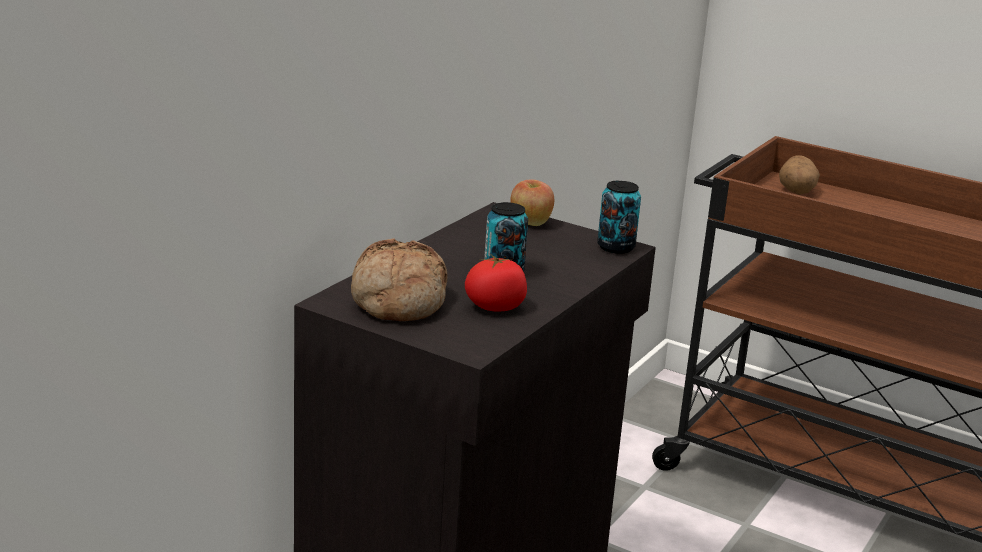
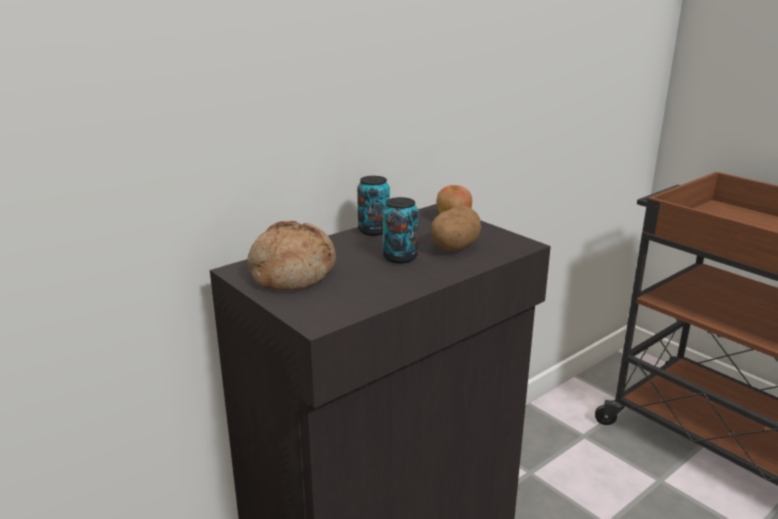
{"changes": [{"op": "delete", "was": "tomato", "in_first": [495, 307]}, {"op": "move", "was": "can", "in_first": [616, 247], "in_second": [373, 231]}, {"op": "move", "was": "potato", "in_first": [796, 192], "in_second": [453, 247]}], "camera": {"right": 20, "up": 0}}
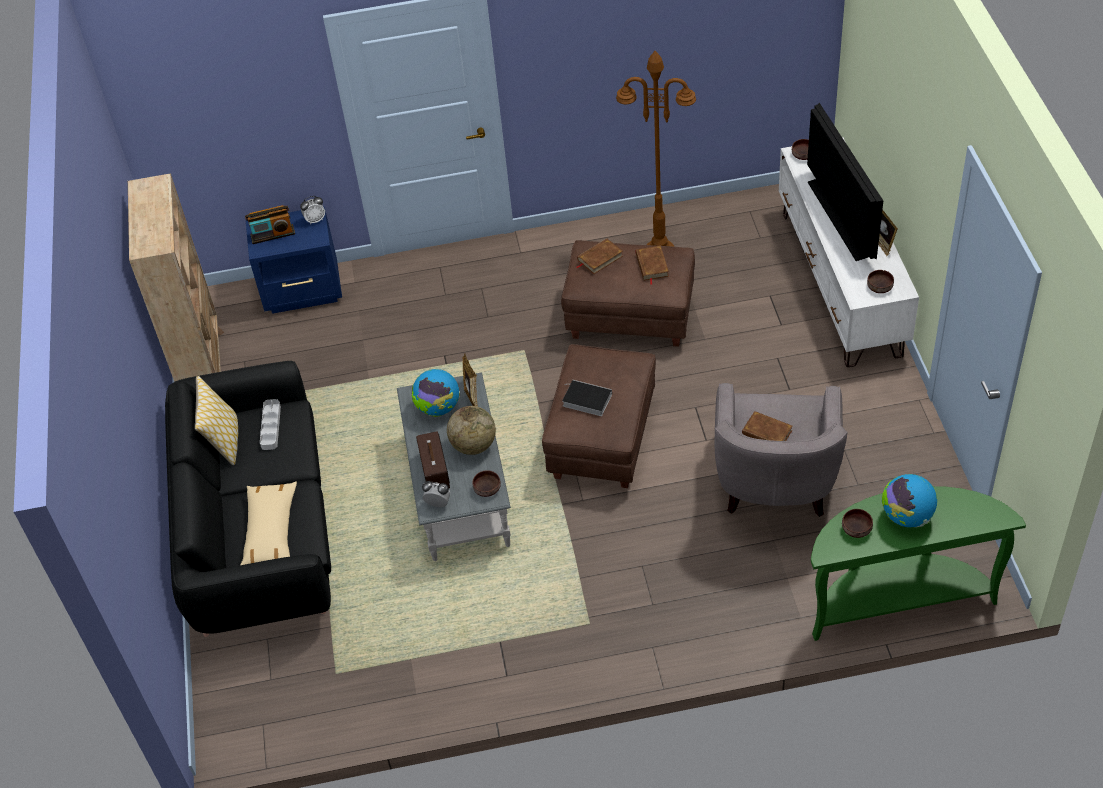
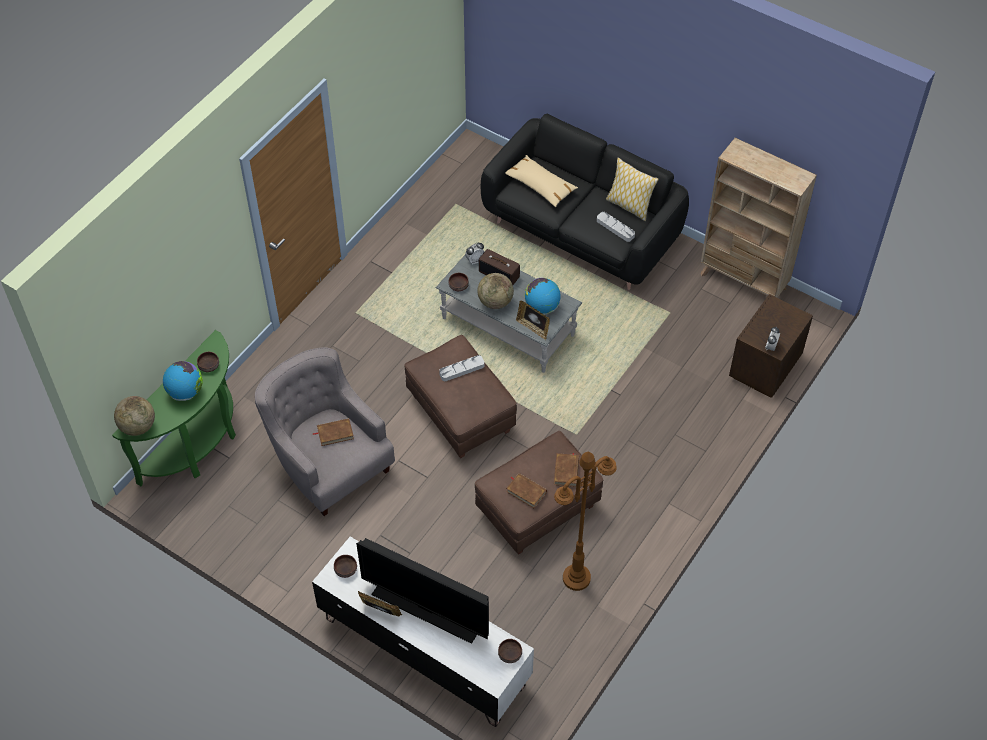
{"changes": [{"op": "delete", "was": "radio", "in_first": [273, 235]}, {"op": "insert", "now": "world globe", "in_second": [138, 426]}, {"op": "replace", "was": "volume", "now": "gray serving tray", "in_first": [585, 400], "in_second": [462, 370]}, {"op": "recolor", "was": "blue-coloured night table", "now": "brown night table", "in_first": [304, 291], "in_second": [763, 369]}], "camera": {"right": 130, "up": 5}}
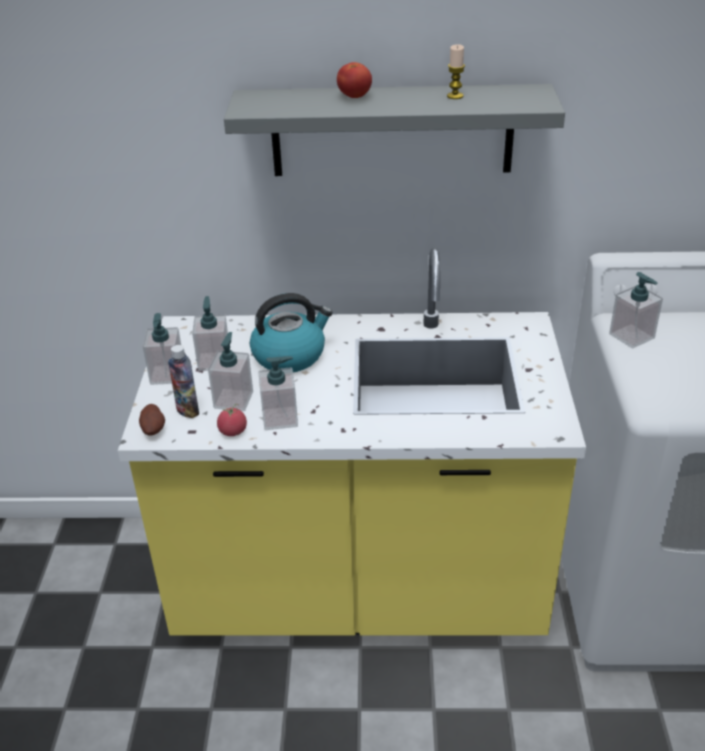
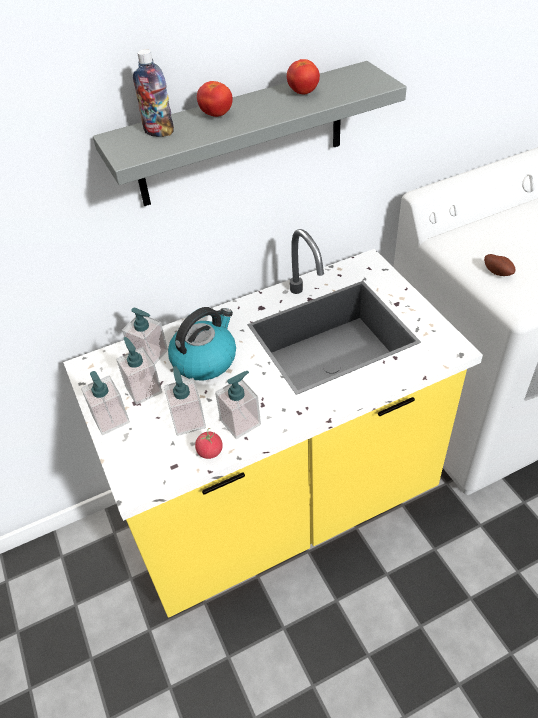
{"changes": [{"op": "move", "was": "potato", "in_first": [154, 429], "in_second": [498, 272]}, {"op": "move", "was": "bottle", "in_first": [187, 410], "in_second": [159, 132]}, {"op": "move", "was": "liquid soap bottle", "in_first": [632, 336], "in_second": [149, 354]}, {"op": "replace", "was": "wax light", "now": "tomato", "in_first": [455, 96], "in_second": [303, 92]}], "camera": {"right": -25, "up": 10}}
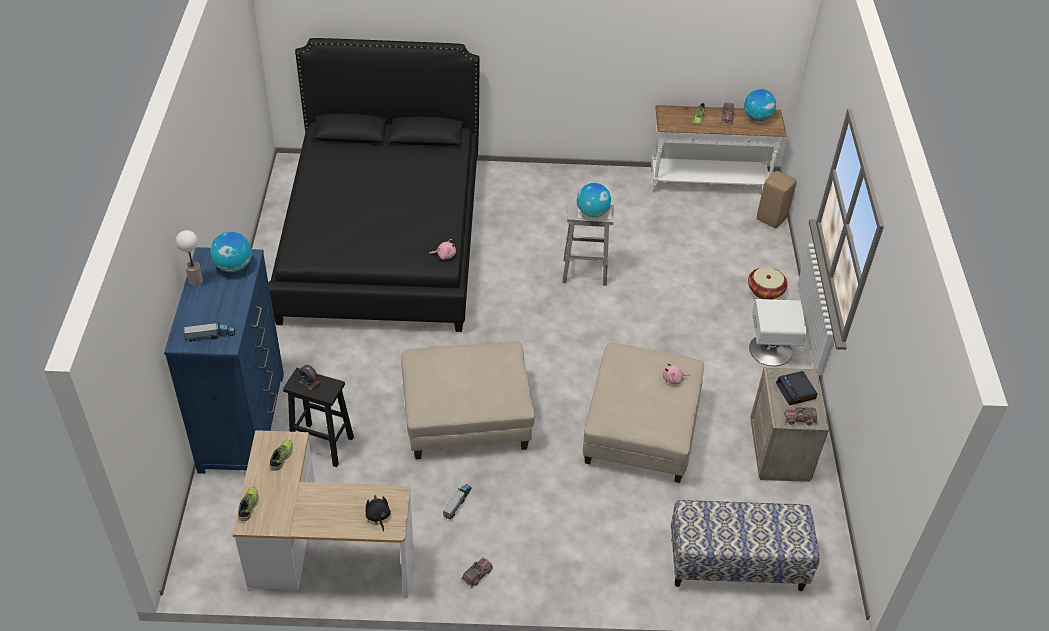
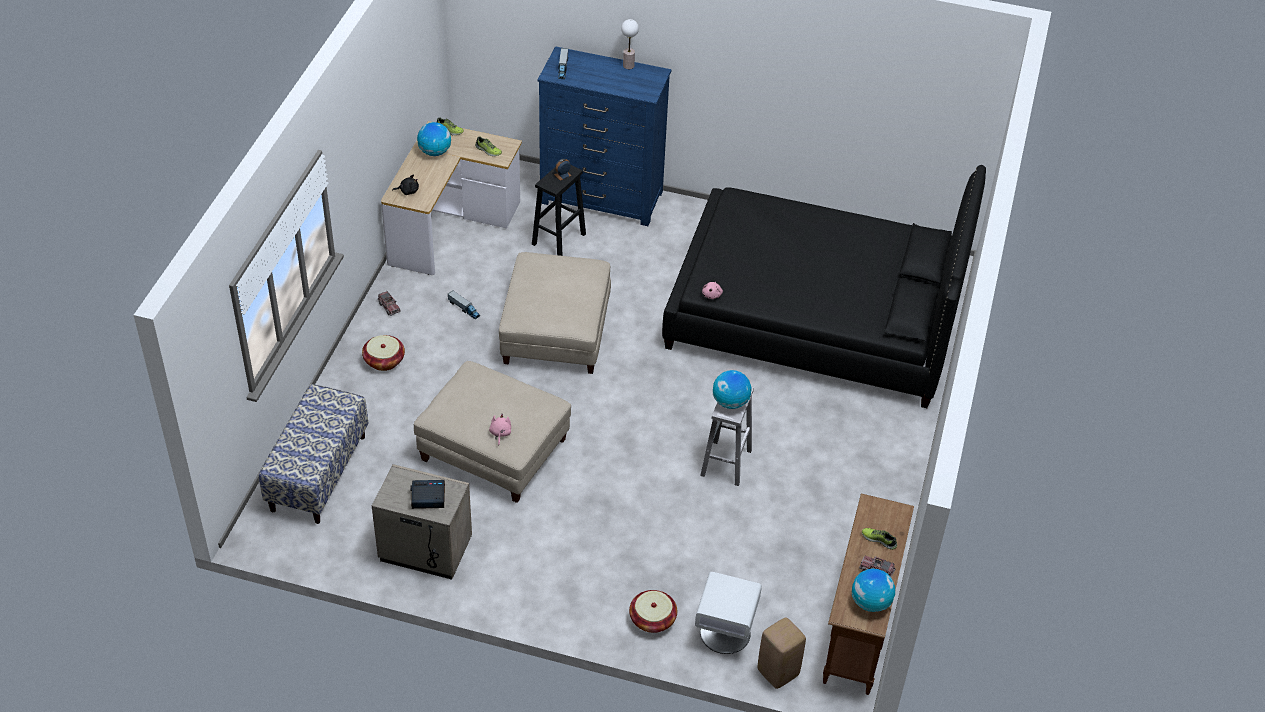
{"changes": [{"op": "delete", "was": "model truck", "in_first": [799, 419]}, {"op": "insert", "now": "household basket", "in_second": [384, 360]}, {"op": "move", "was": "world globe", "in_first": [233, 266], "in_second": [434, 152]}, {"op": "move", "was": "white night table", "in_first": [771, 350], "in_second": [724, 633]}, {"op": "recolor", "was": "white narrow table", "now": "brown narrow table", "in_first": [708, 184], "in_second": [858, 626]}], "camera": {"right": 105, "up": 0}}
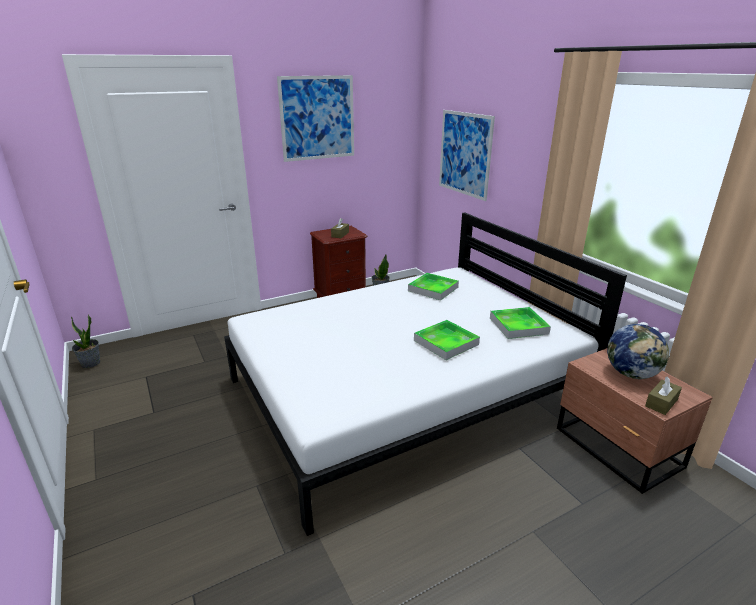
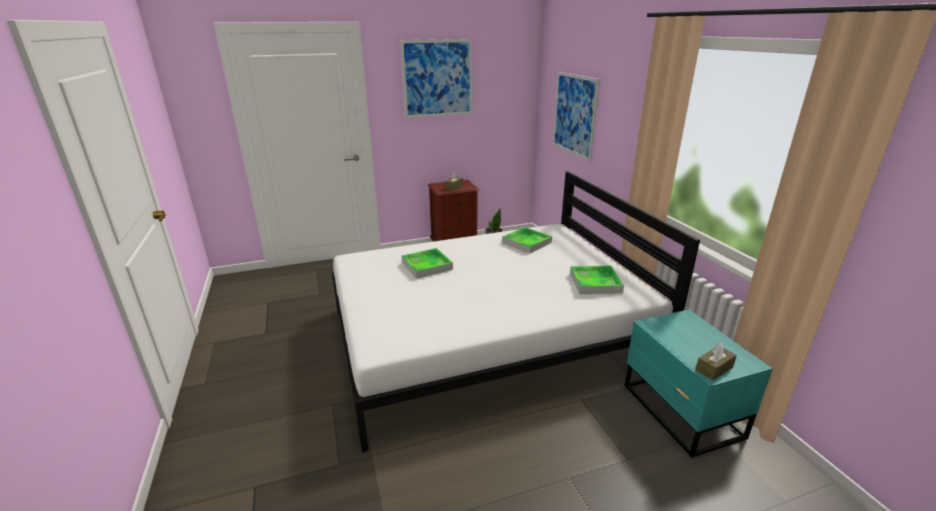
{"changes": [{"op": "delete", "was": "potted plant", "in_first": [91, 363]}, {"op": "delete", "was": "world globe", "in_first": [631, 374]}, {"op": "move", "was": "serving tray", "in_first": [446, 342], "in_second": [427, 265]}, {"op": "recolor", "was": "brown night table", "now": "turquoise night table", "in_first": [618, 449], "in_second": [681, 412]}], "camera": {"right": 10, "up": 0}}
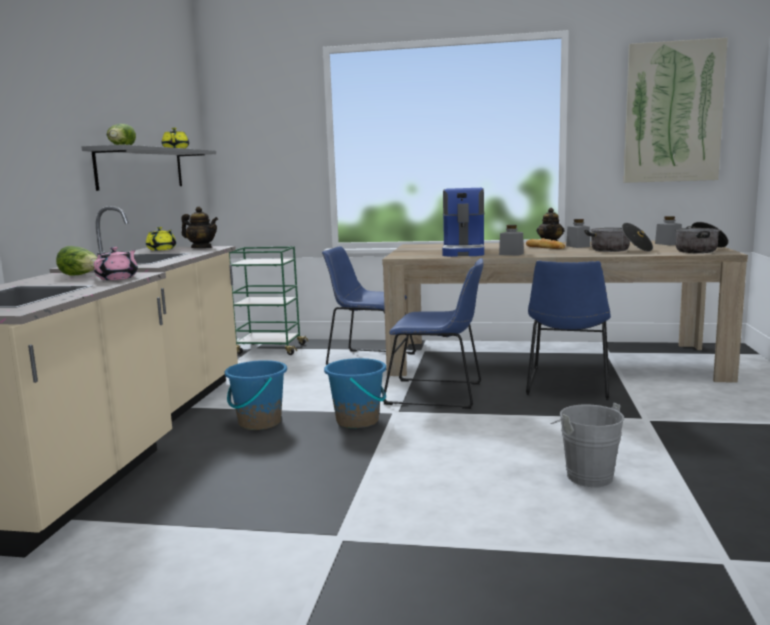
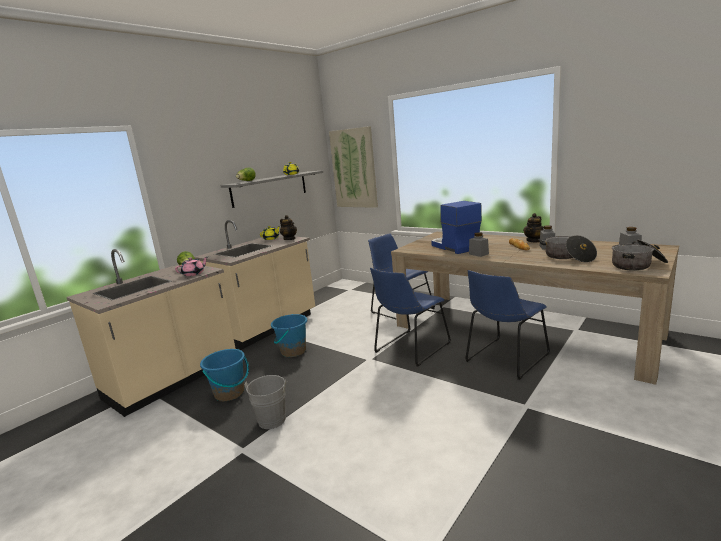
{"changes": [{"op": "delete", "was": "greenish wheeled cart", "in_first": [269, 349]}, {"op": "move", "was": "blue-coloured water bucket", "in_first": [358, 421], "in_second": [230, 393]}, {"op": "move", "was": "gray water bucket", "in_first": [586, 475], "in_second": [273, 418]}, {"op": "move", "was": "picture", "in_first": [673, 112], "in_second": [354, 168]}, {"op": "rotate", "was": "blue-coloured chair", "in_first": [438, 394], "in_second": [410, 348], "clockwise": 90}, {"op": "rotate", "was": "coffee maker", "in_first": [465, 252], "in_second": [454, 247], "clockwise": 120}], "camera": {"right": 30, "up": 5}}
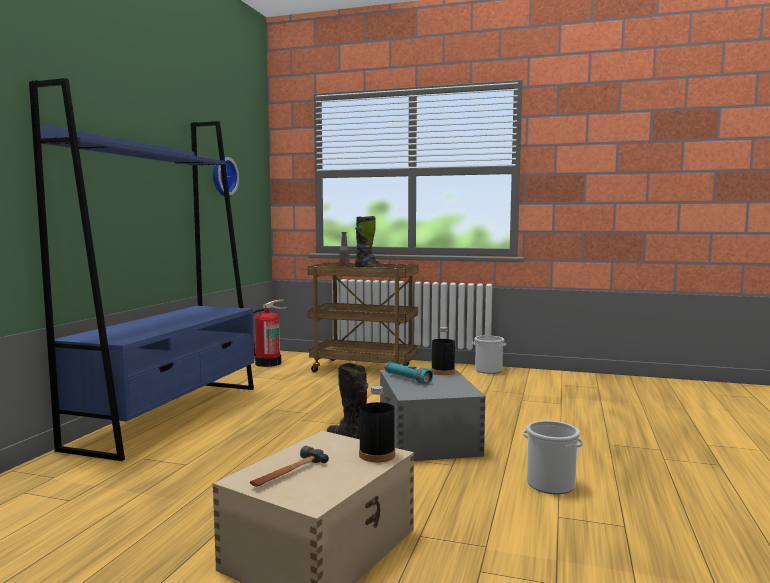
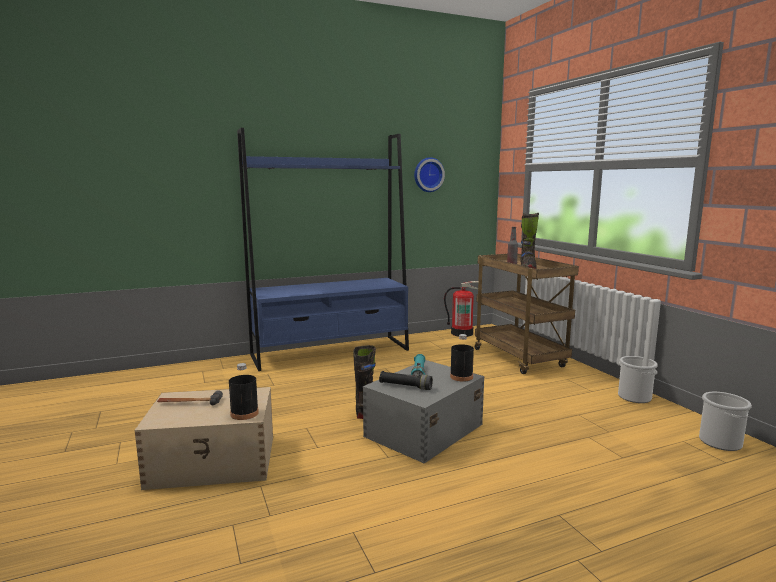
{"changes": [{"op": "insert", "now": "blackish flashlight", "in_second": [405, 386]}, {"op": "move", "was": "water bucket", "in_first": [551, 484], "in_second": [720, 442]}], "camera": {"right": 50, "up": 5}}
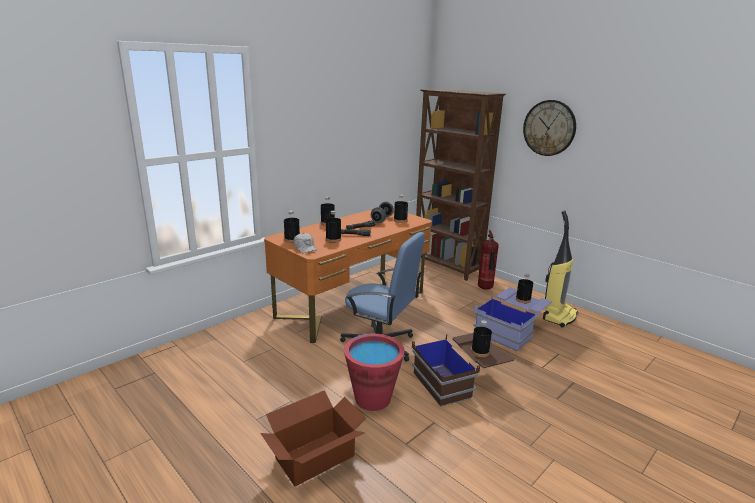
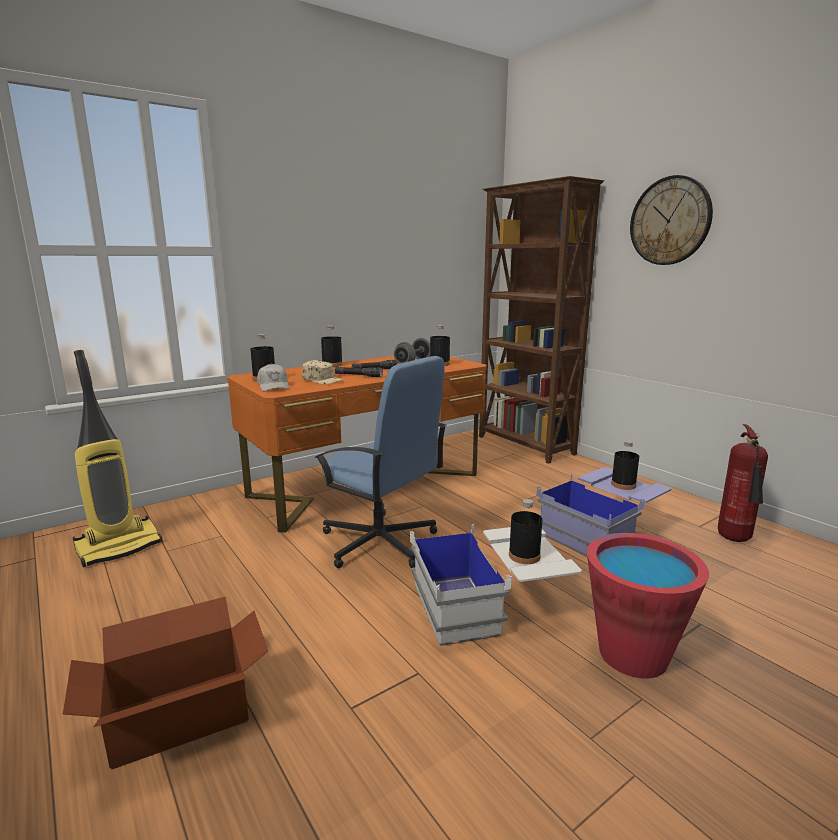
{"changes": [{"op": "move", "was": "red water bucket", "in_first": [372, 399], "in_second": [632, 654]}, {"op": "move", "was": "fire-fighting cylinder", "in_first": [486, 289], "in_second": [735, 540]}, {"op": "move", "was": "hoover", "in_first": [558, 316], "in_second": [119, 546]}, {"op": "replace", "was": "blackish bottle", "now": "beige baseball cap", "in_first": [333, 239], "in_second": [323, 379]}, {"op": "recolor", "was": "brown storage bin", "now": "white storage bin", "in_first": [460, 381], "in_second": [490, 605]}], "camera": {"right": 10, "up": -5}}
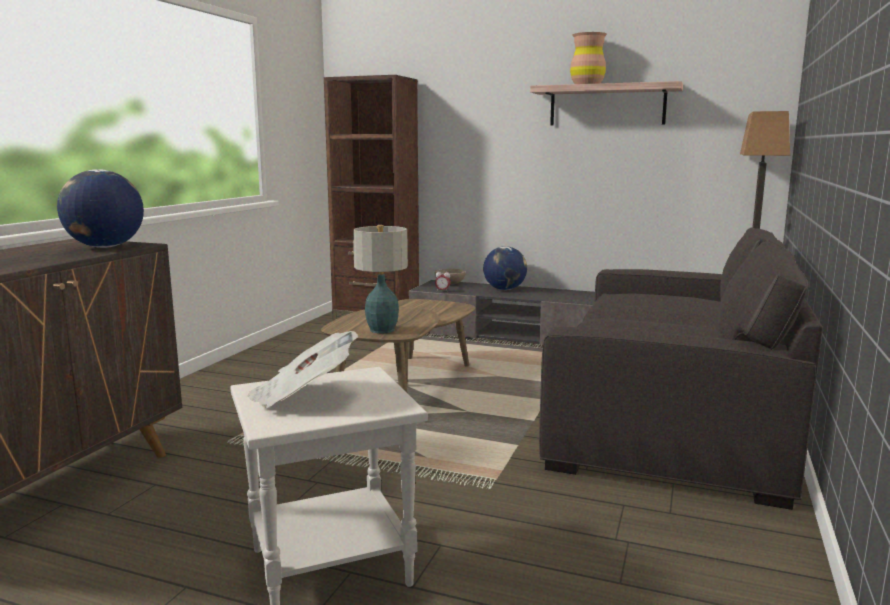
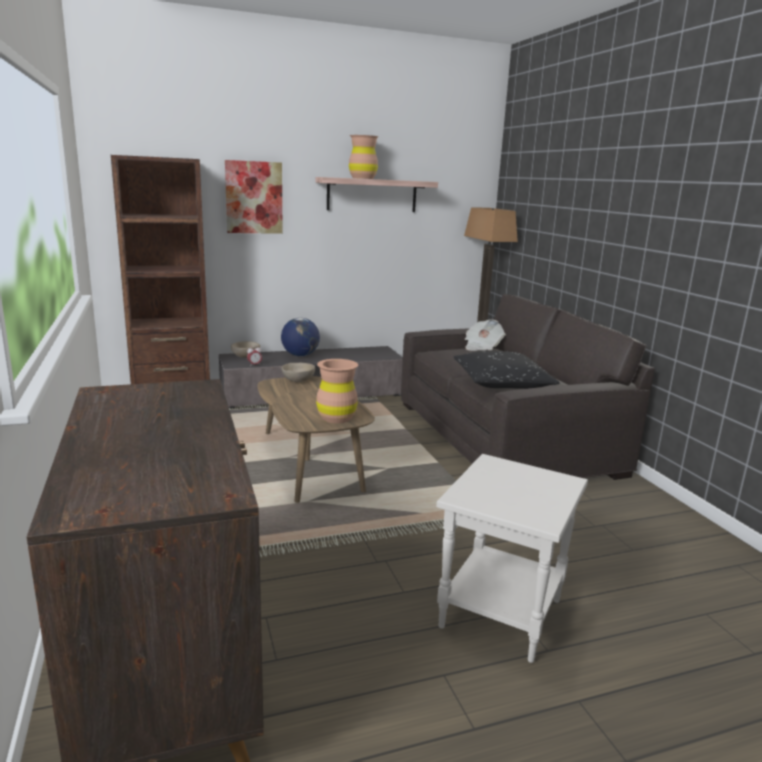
{"changes": [{"op": "delete", "was": "world globe", "in_first": [105, 247]}, {"op": "insert", "now": "picture", "in_second": [254, 197]}, {"op": "insert", "now": "beige deep dish", "in_second": [298, 380]}, {"op": "insert", "now": "blackish throw pillow", "in_second": [501, 382]}, {"op": "move", "was": "newspaper", "in_first": [302, 396], "in_second": [482, 347]}, {"op": "replace", "was": "table lamp", "now": "brown vase", "in_first": [381, 330], "in_second": [336, 418]}], "camera": {"right": -40, "up": 5}}
